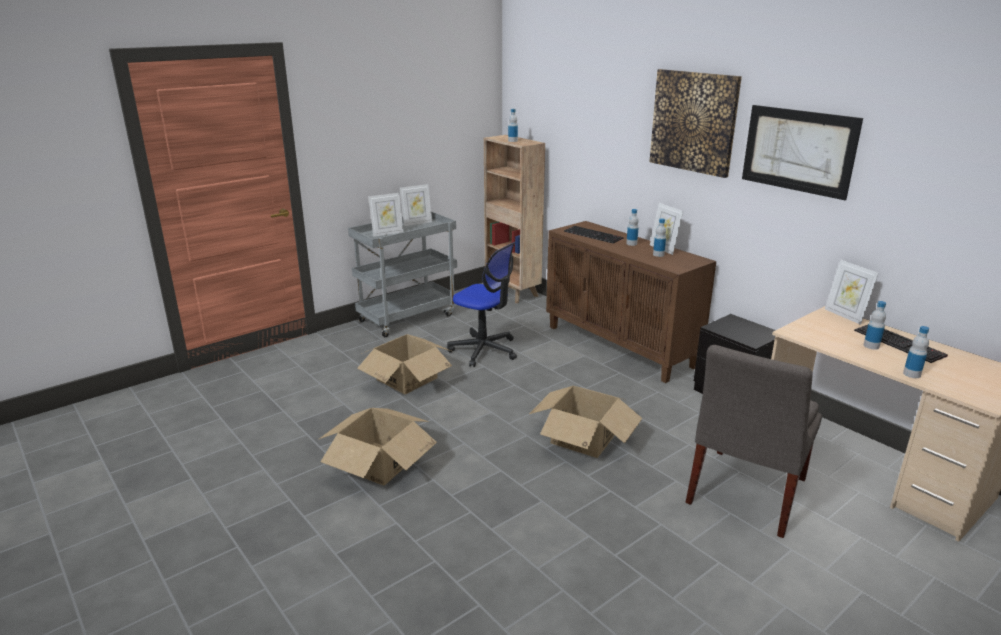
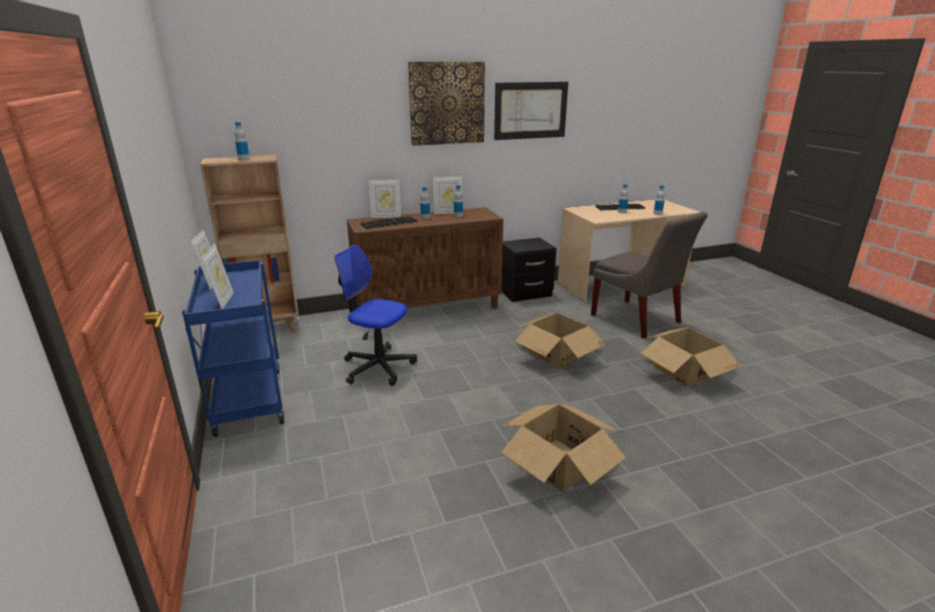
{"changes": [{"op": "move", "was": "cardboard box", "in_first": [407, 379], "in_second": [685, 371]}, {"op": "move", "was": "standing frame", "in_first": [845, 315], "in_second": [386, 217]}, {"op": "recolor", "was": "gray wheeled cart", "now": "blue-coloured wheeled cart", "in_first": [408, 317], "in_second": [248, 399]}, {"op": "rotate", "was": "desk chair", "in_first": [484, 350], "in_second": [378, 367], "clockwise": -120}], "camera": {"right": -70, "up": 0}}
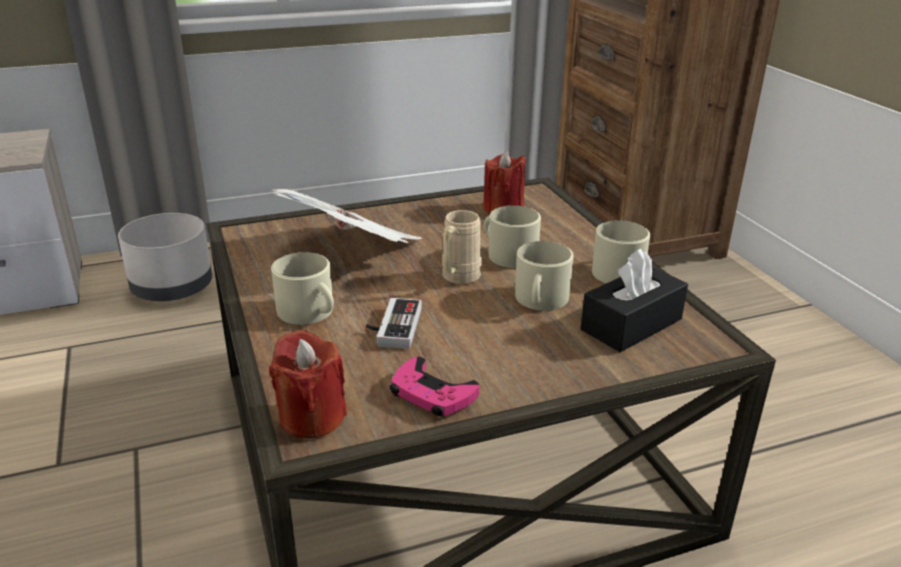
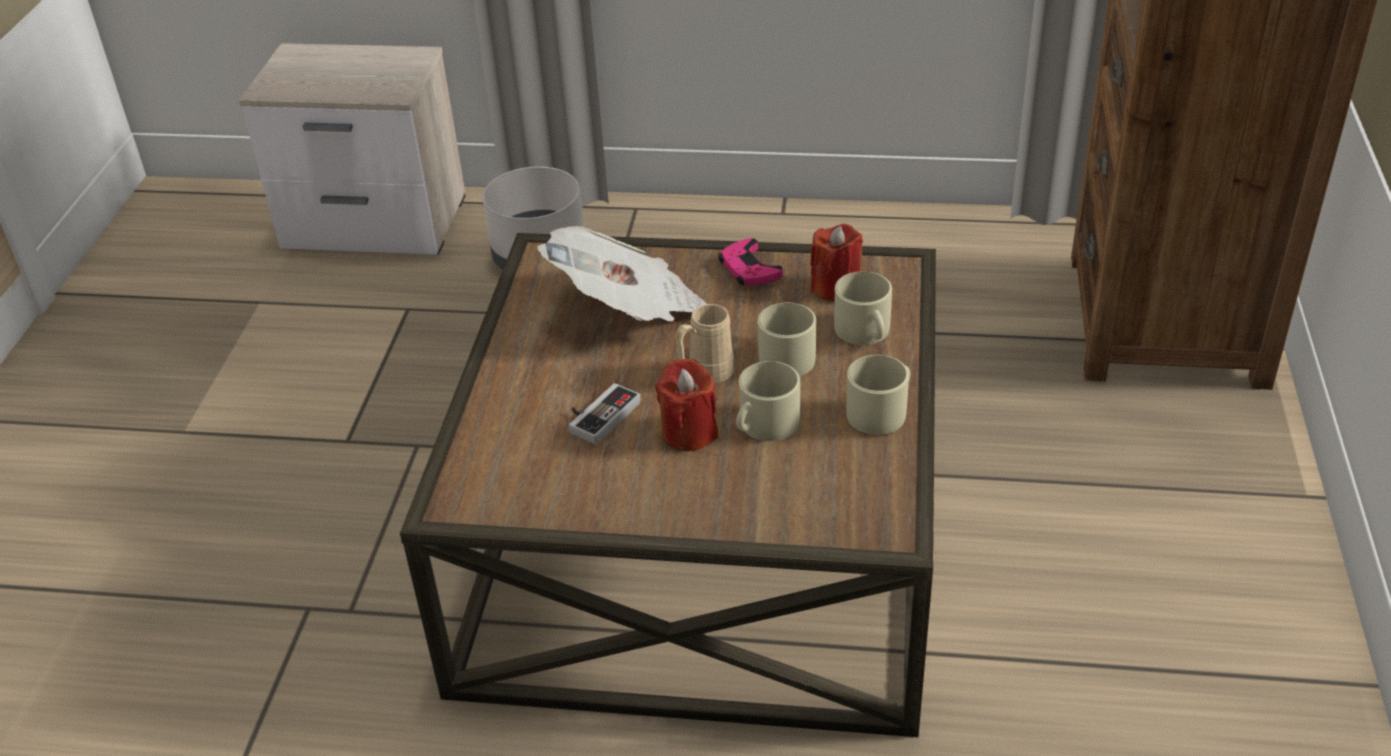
{"changes": [{"op": "delete", "was": "blackish tissue box", "in_first": [631, 324]}, {"op": "move", "was": "red wax light", "in_first": [311, 418], "in_second": [689, 432]}, {"op": "move", "was": "beige tea mug", "in_first": [310, 312], "in_second": [865, 332]}, {"op": "move", "was": "pink joypad", "in_first": [431, 394], "in_second": [749, 269]}], "camera": {"right": 30, "up": 10}}
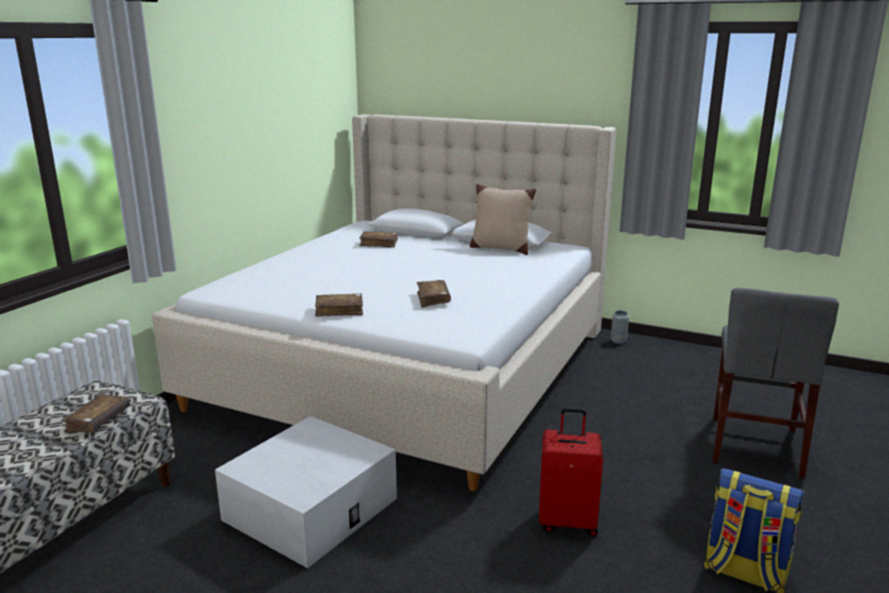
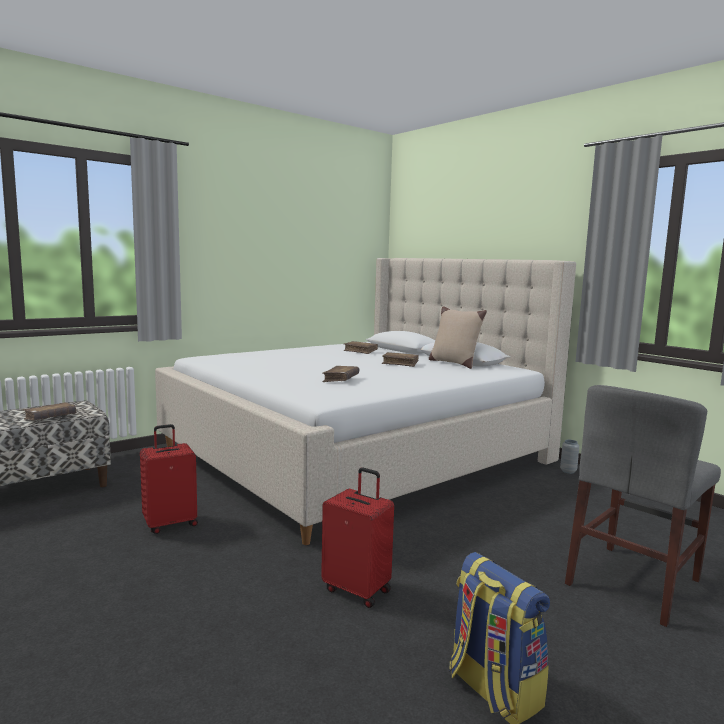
{"changes": [{"op": "move", "was": "brown volume", "in_first": [339, 310], "in_second": [400, 363]}, {"op": "replace", "was": "white storage bin", "now": "red suitcase", "in_first": [310, 509], "in_second": [170, 523]}], "camera": {"right": 25, "up": -10}}
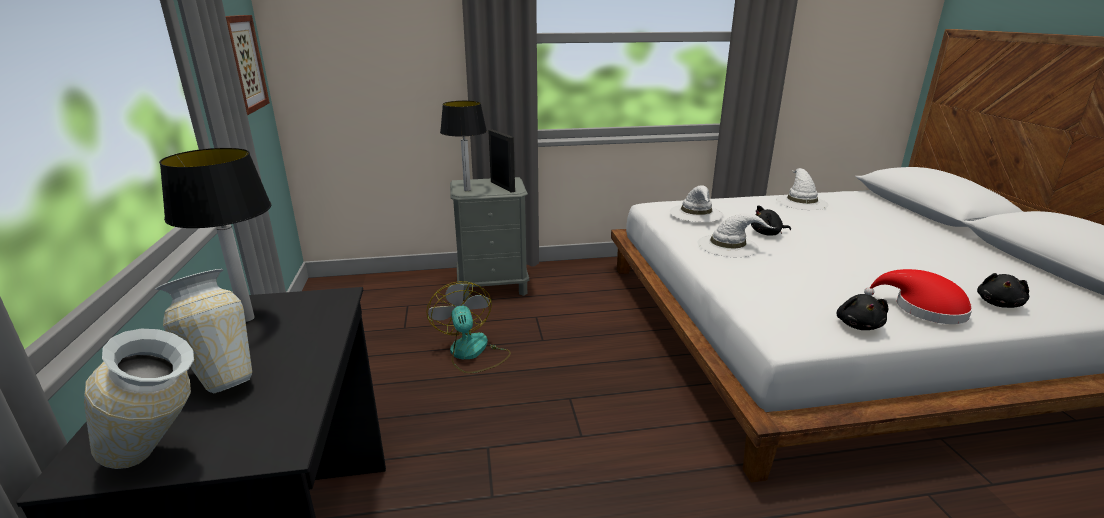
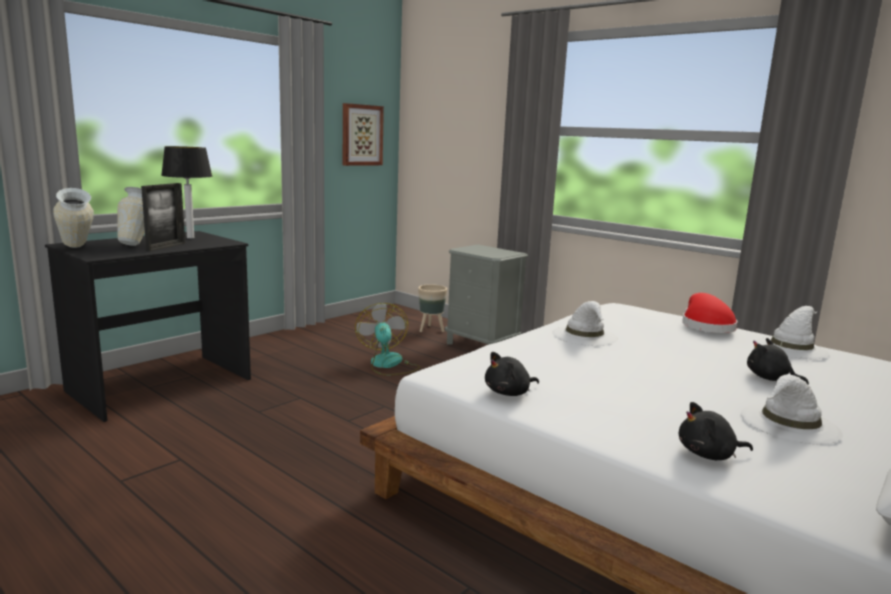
{"changes": [{"op": "delete", "was": "table lamp", "in_first": [467, 190]}, {"op": "insert", "now": "beige plant pot", "in_second": [431, 330]}, {"op": "move", "was": "standing frame", "in_first": [502, 186], "in_second": [166, 246]}, {"op": "move", "was": "white clothing hat", "in_first": [696, 213], "in_second": [790, 424]}, {"op": "move", "was": "blackish soft toy", "in_first": [767, 233], "in_second": [770, 378]}, {"op": "move", "was": "red clothing hat", "in_first": [923, 309], "in_second": [705, 325]}, {"op": "rotate", "was": "electric fan", "in_first": [472, 353], "in_second": [388, 365], "clockwise": -45}], "camera": {"right": 50, "up": -10}}
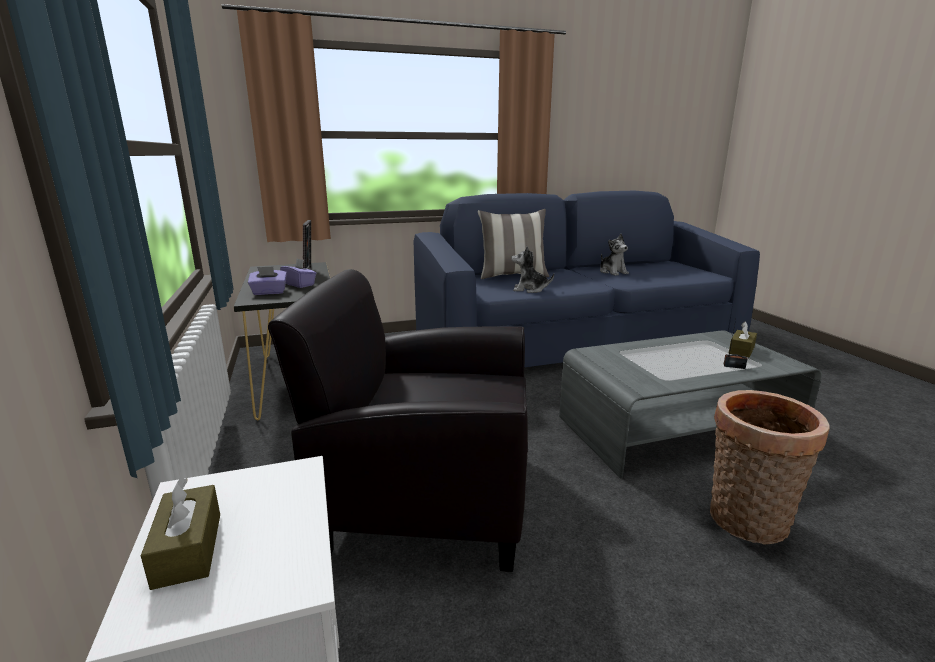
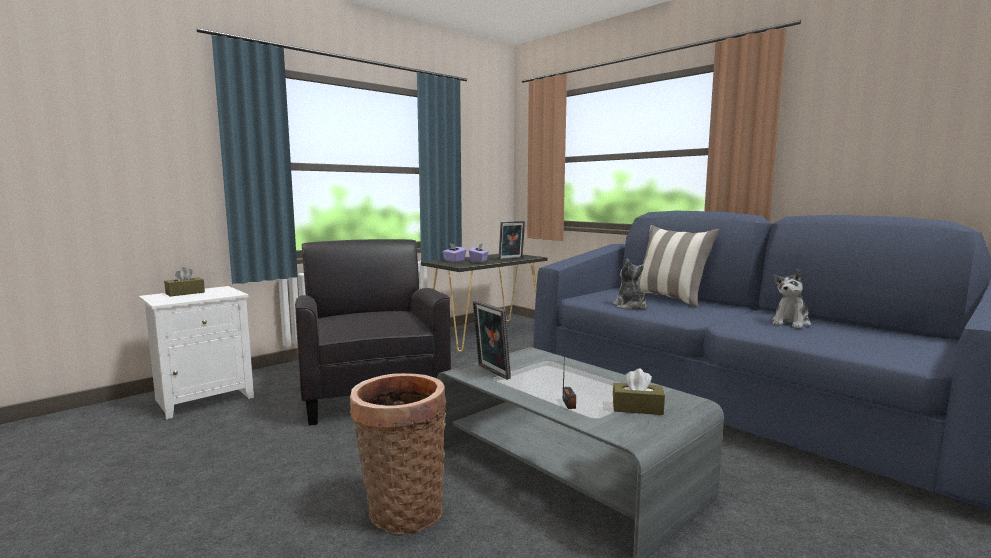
{"changes": [{"op": "insert", "now": "standing frame", "in_second": [491, 372]}], "camera": {"right": 65, "up": -10}}
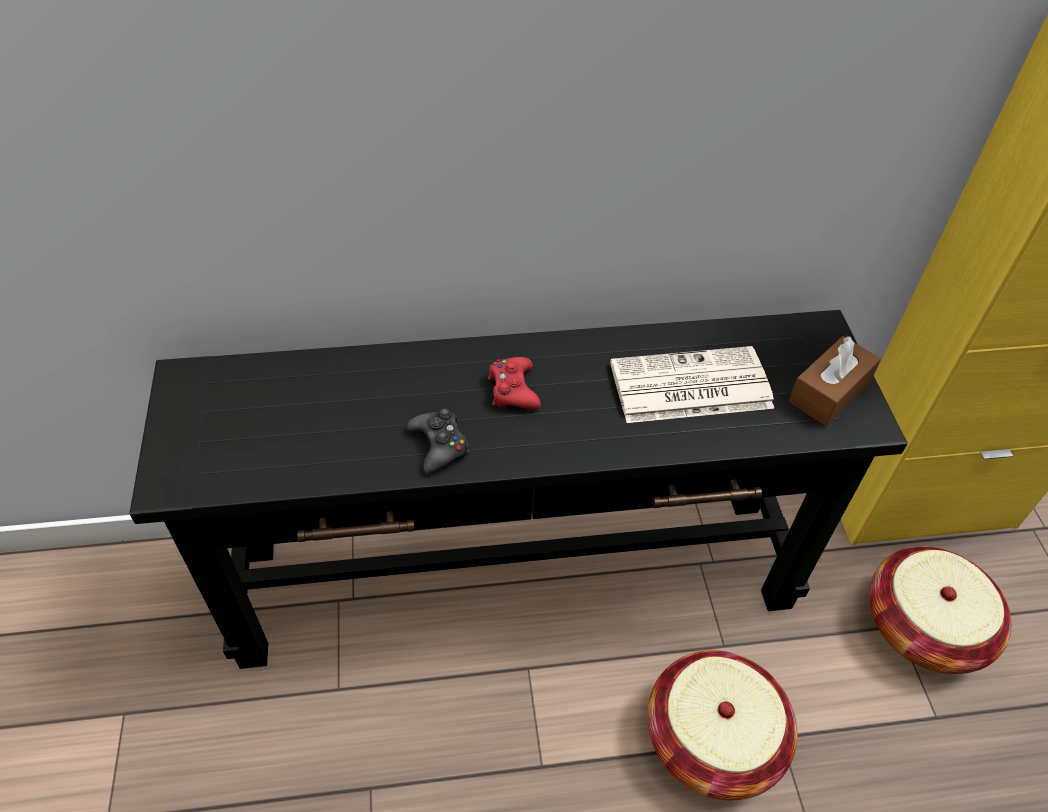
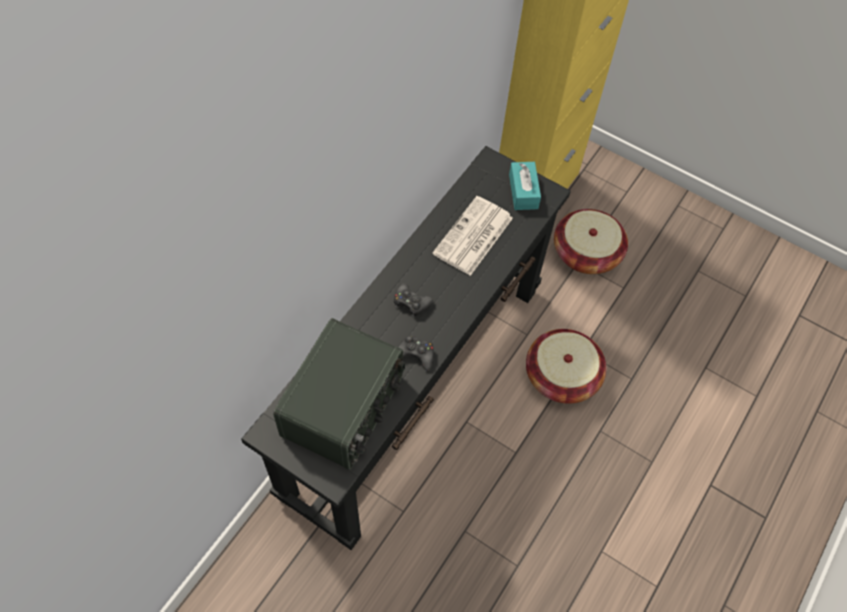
{"changes": [{"op": "insert", "now": "radio", "in_second": [344, 407]}, {"op": "recolor", "was": "red joypad", "now": "blackish joypad", "in_first": [513, 390], "in_second": [411, 303]}, {"op": "recolor", "was": "brown tissue box", "now": "turquoise tissue box", "in_first": [829, 392], "in_second": [523, 191]}], "camera": {"right": -50, "up": 10}}
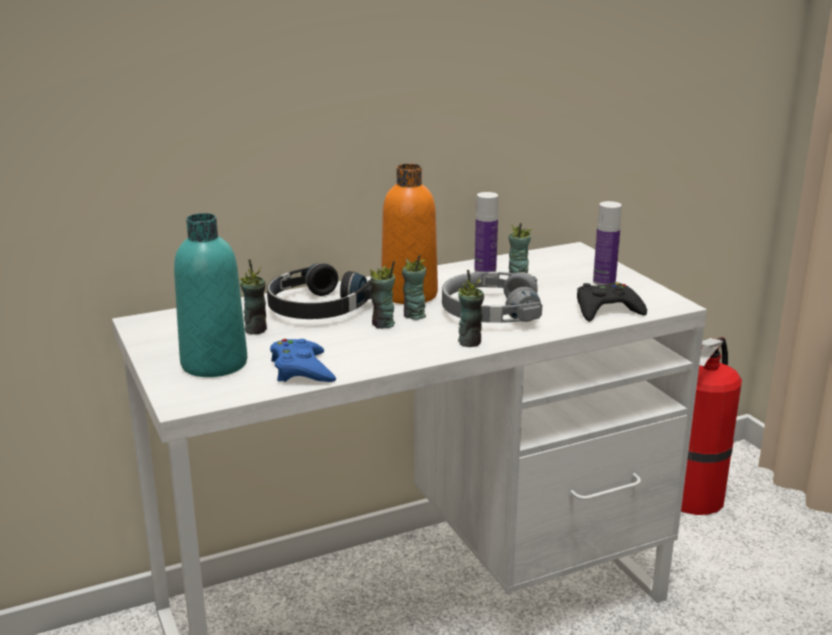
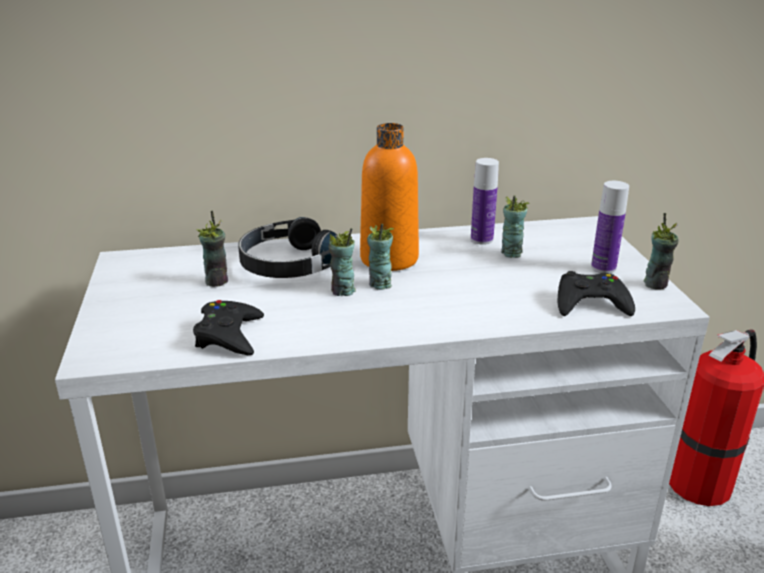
{"changes": [{"op": "delete", "was": "turquoise bottle", "in_first": [214, 364]}, {"op": "delete", "was": "gray headphones", "in_first": [490, 311]}, {"op": "move", "was": "drinking cup", "in_first": [470, 342], "in_second": [655, 284]}, {"op": "recolor", "was": "blue-coloured joypad", "now": "blackish joypad", "in_first": [301, 369], "in_second": [229, 335]}], "camera": {"right": 15, "up": 5}}
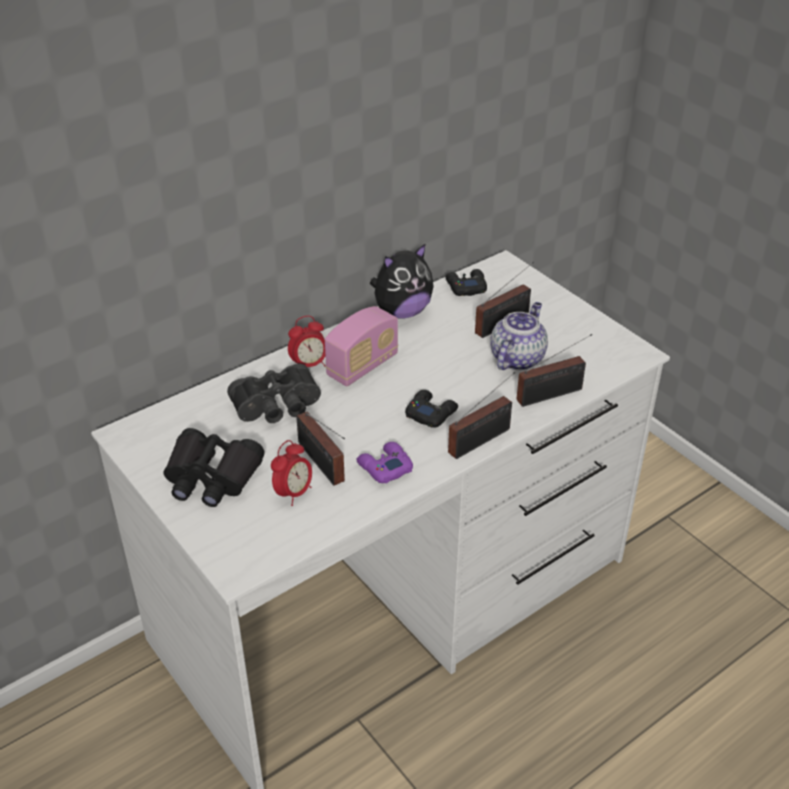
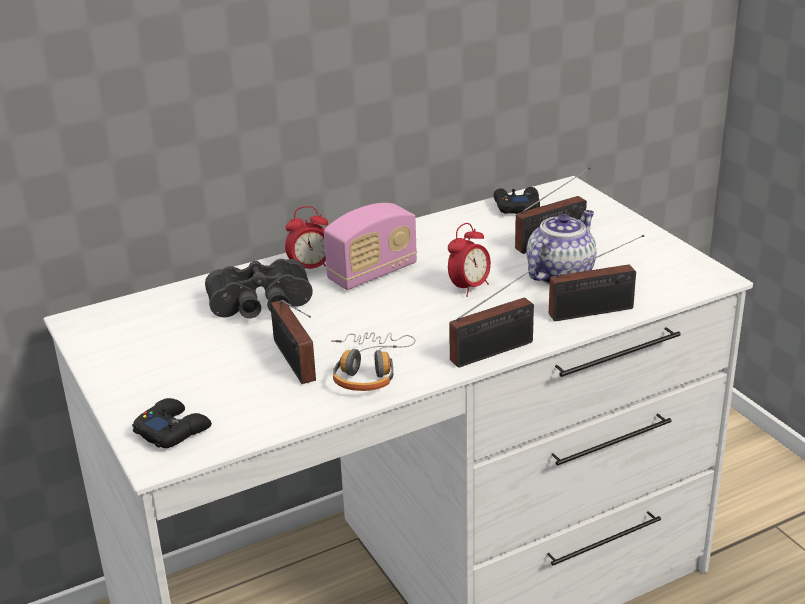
{"changes": [{"op": "delete", "was": "blackish field glasses", "in_first": [211, 477]}, {"op": "delete", "was": "soft toy", "in_first": [401, 312]}, {"op": "move", "was": "table clock", "in_first": [293, 493], "in_second": [469, 288]}, {"op": "move", "was": "blackish joypad", "in_first": [430, 413], "in_second": [173, 430]}, {"op": "replace", "was": "purple-coloured joypad", "now": "headphones", "in_first": [384, 467], "in_second": [368, 370]}], "camera": {"right": 10, "up": -10}}
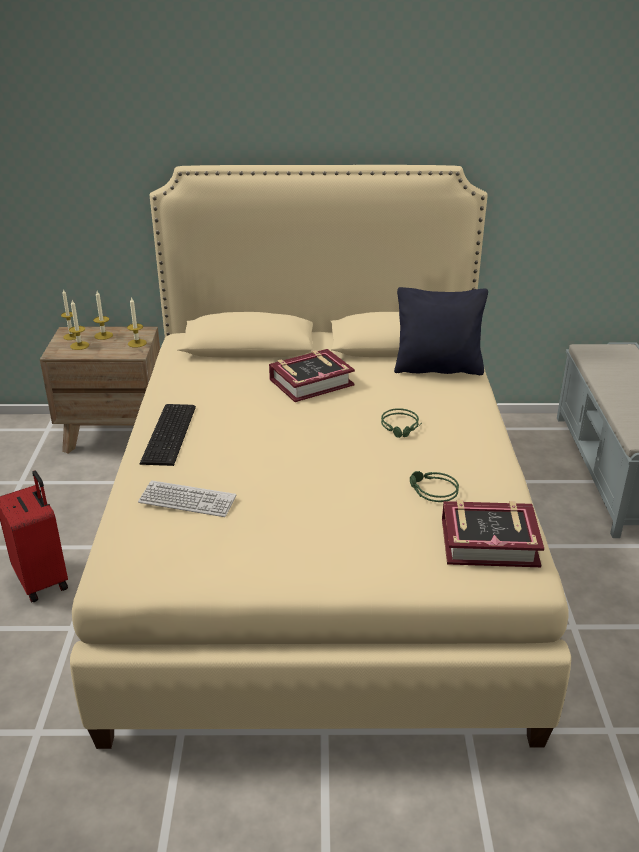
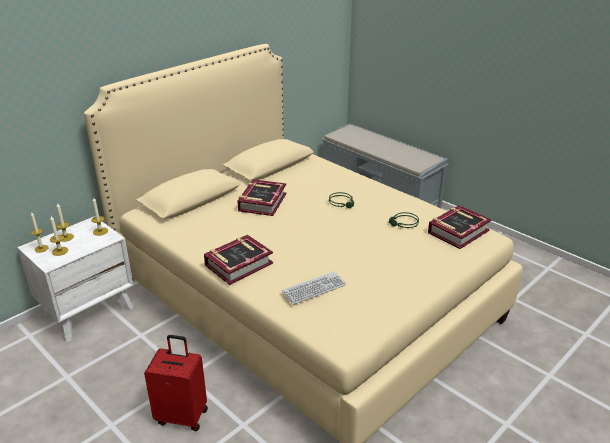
{"changes": [{"op": "delete", "was": "blackish throw pillow", "in_first": [438, 368]}, {"op": "replace", "was": "computer keyboard", "now": "volume", "in_first": [171, 433], "in_second": [238, 264]}, {"op": "recolor", "was": "brown night table", "now": "white night table", "in_first": [115, 434], "in_second": [88, 311]}], "camera": {"right": -45, "up": 0}}
